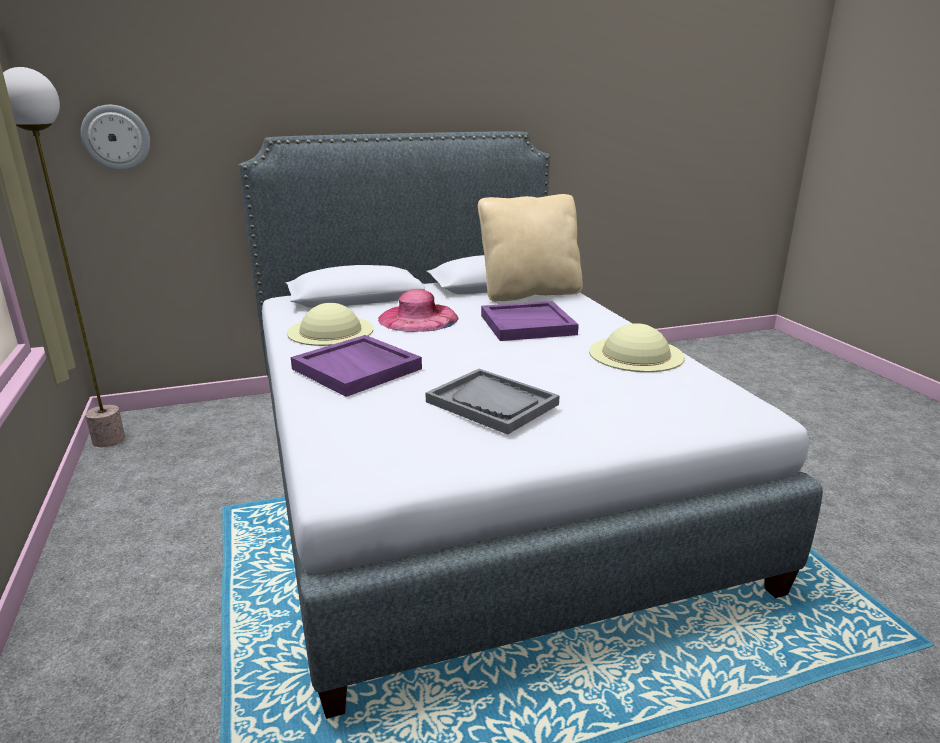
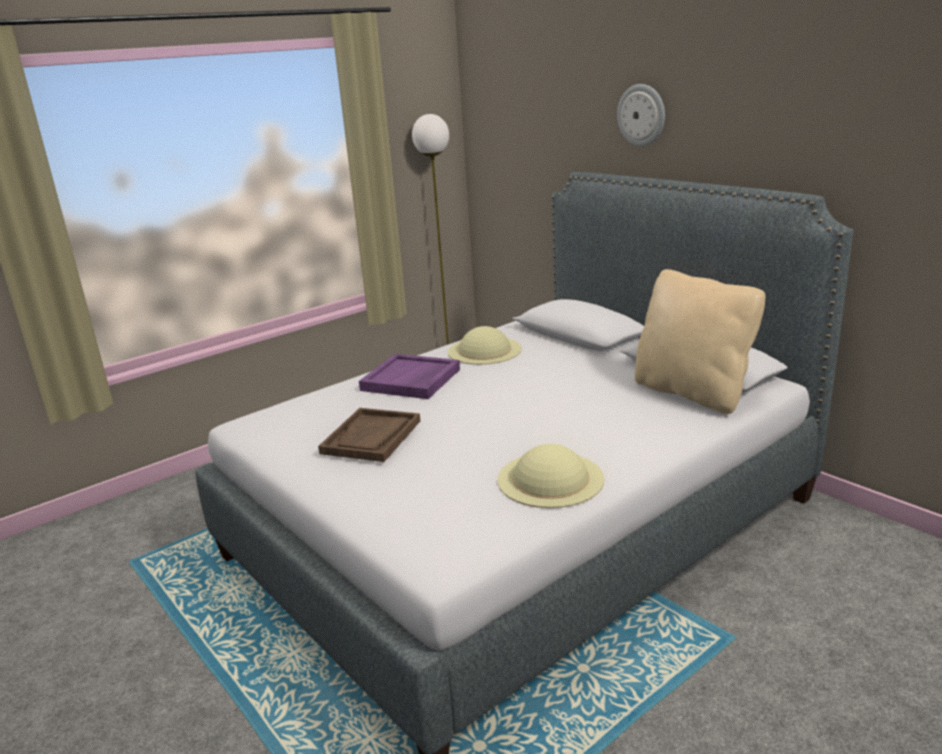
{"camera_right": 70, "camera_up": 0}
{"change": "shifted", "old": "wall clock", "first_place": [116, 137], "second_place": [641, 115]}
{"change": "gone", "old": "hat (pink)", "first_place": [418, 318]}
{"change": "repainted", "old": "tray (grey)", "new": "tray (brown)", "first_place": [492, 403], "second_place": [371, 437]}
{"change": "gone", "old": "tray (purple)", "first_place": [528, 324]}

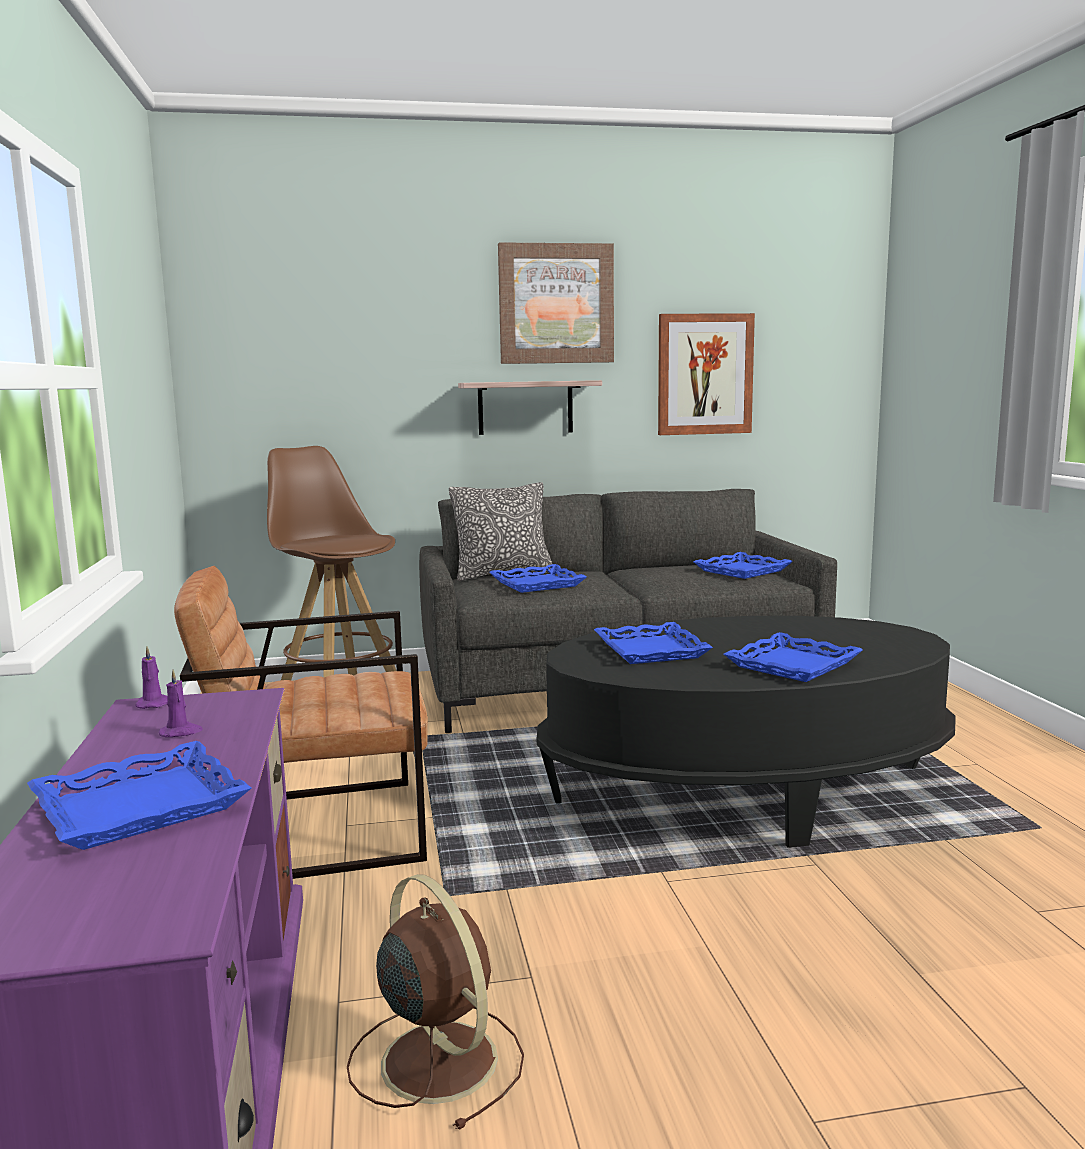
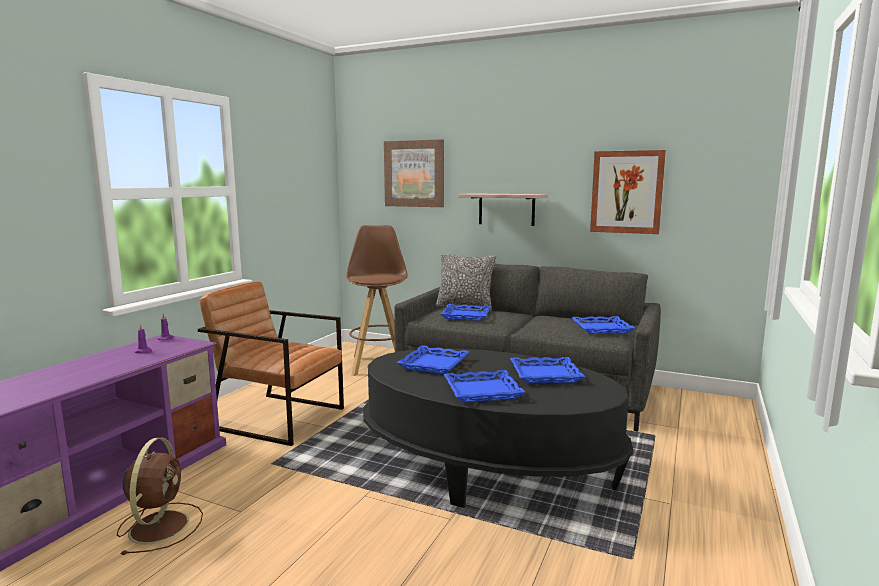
{"camera_right": 35, "camera_up": 0}
{"change": "shifted", "old": "tray (blue)", "first_place": [140, 807], "second_place": [545, 375]}
{"change": "shifted", "old": "picture", "first_place": [556, 304], "second_place": [414, 173]}

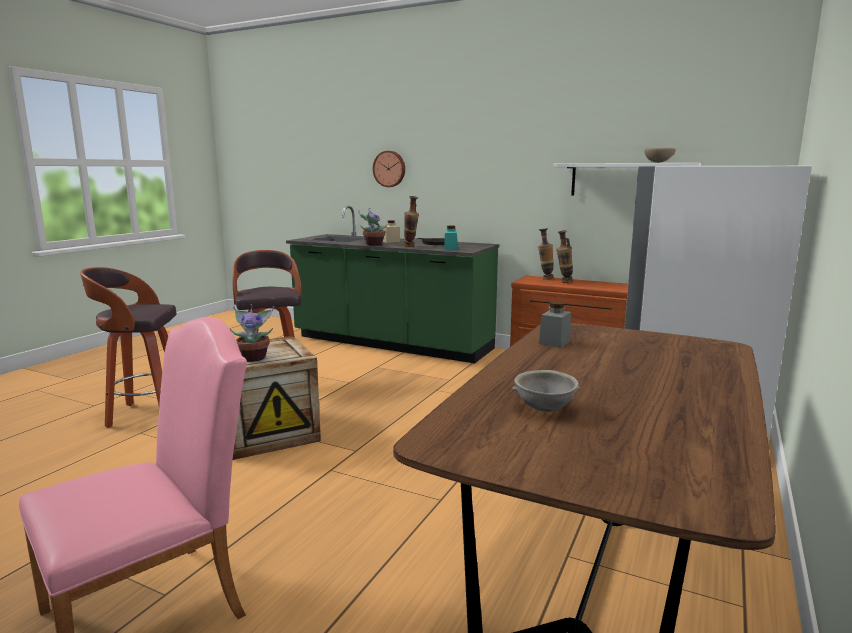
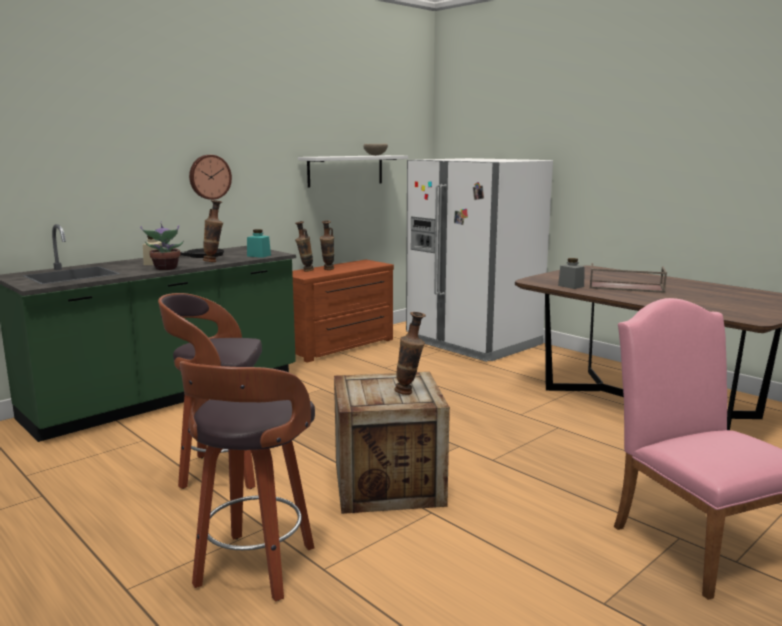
{"camera_right": -70, "camera_up": 0}
{"change": "swapped", "old": "potted plant", "new": "vase", "first_place": [254, 358], "second_place": [409, 393]}
{"change": "shifted", "old": "wall clock", "first_place": [389, 169], "second_place": [209, 177]}
{"change": "gone", "old": "bowl (grey)", "first_place": [545, 409]}
{"change": "new", "new": "tray (brown)", "second_place": [625, 287]}

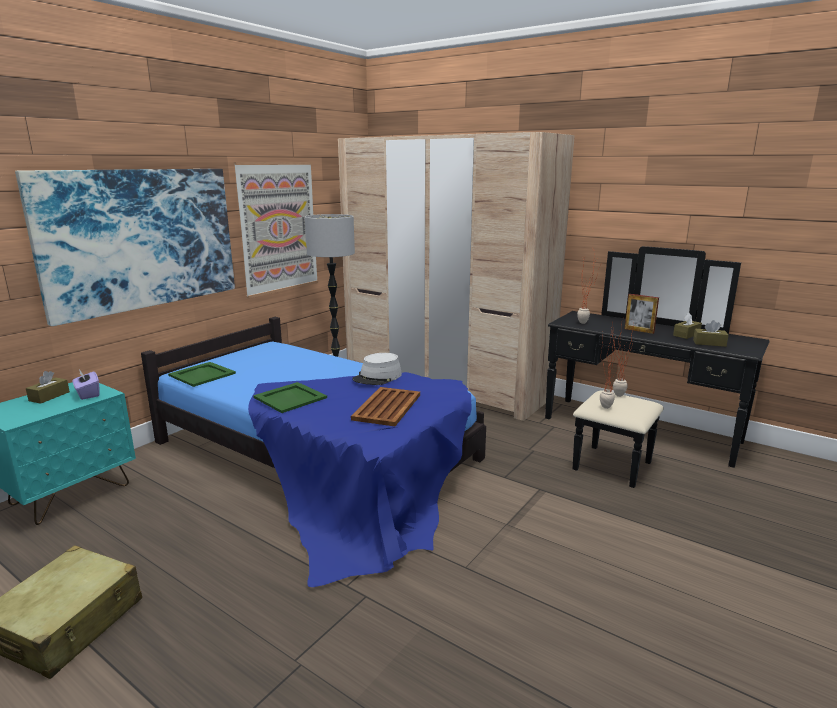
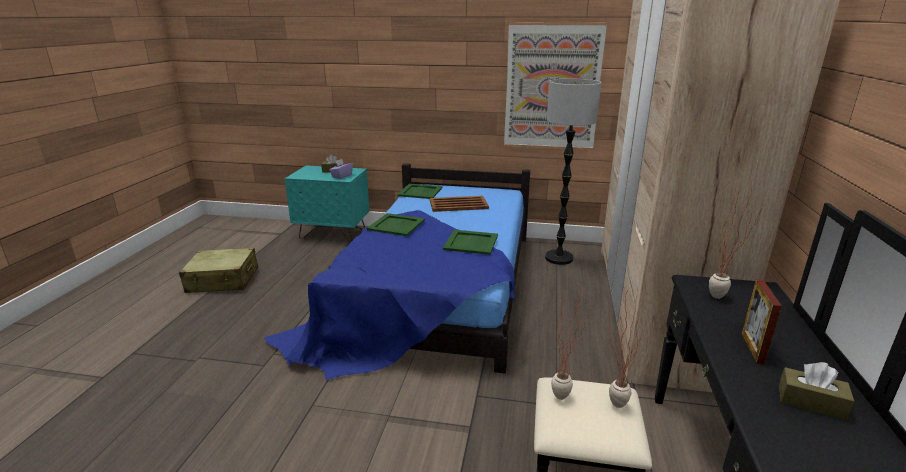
{"camera_right": 65, "camera_up": 5}
{"change": "gone", "old": "picture", "first_place": [141, 239]}
{"change": "shifted", "old": "tray (brown)", "first_place": [387, 407], "second_place": [459, 205]}
{"change": "swapped", "old": "hat (grey)", "new": "tray (green)", "first_place": [377, 377], "second_place": [471, 242]}
{"change": "gone", "old": "tissue box (brown)", "first_place": [709, 343]}

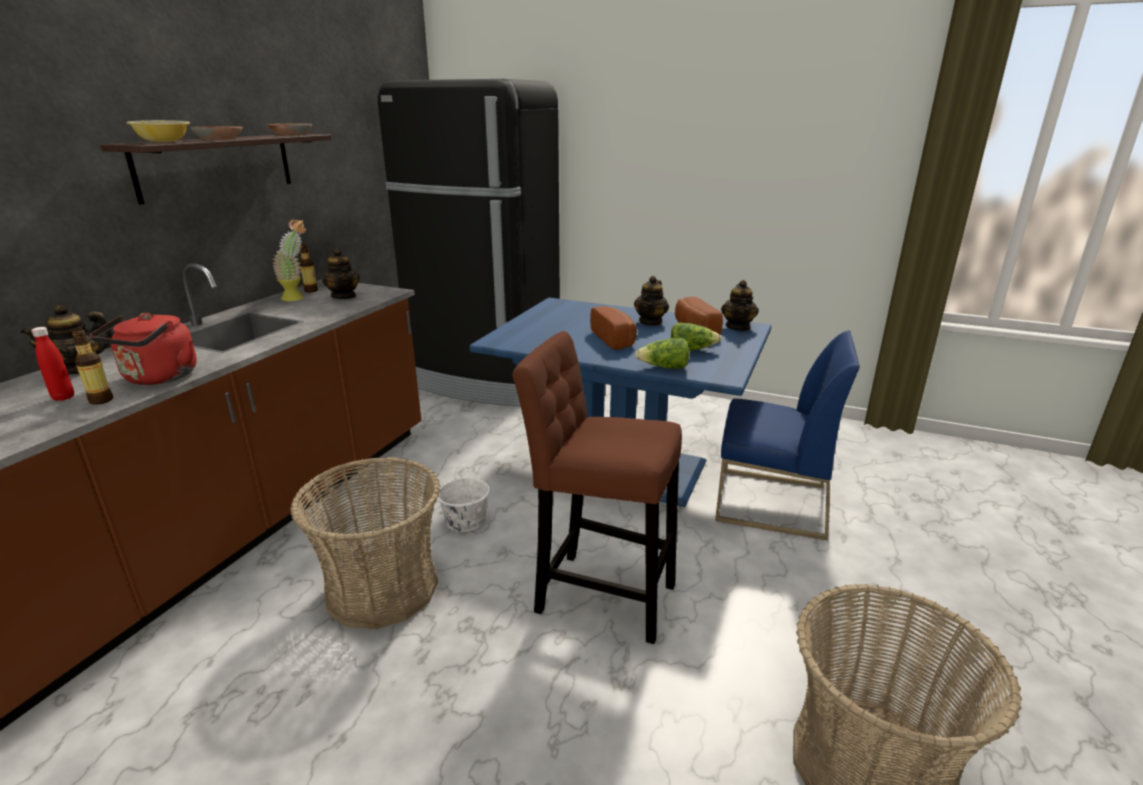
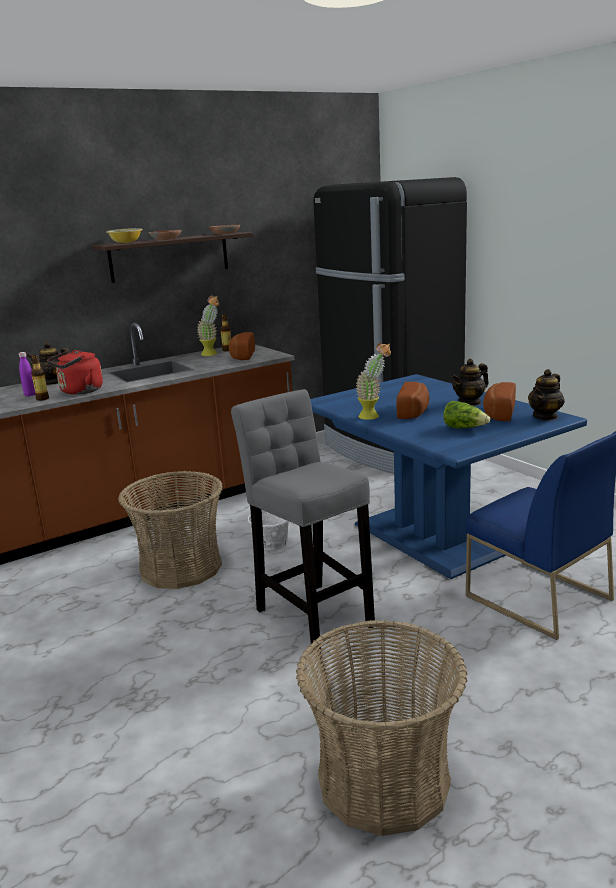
{"camera_right": 35, "camera_up": -5}
{"change": "repainted", "old": "bottle (red)", "new": "bottle (purple)", "first_place": [63, 397], "second_place": [30, 395]}
{"change": "swapped", "old": "teapot", "new": "bread", "first_place": [344, 296], "second_place": [241, 356]}
{"change": "repainted", "old": "stool (brown)", "new": "stool (grey)", "first_place": [598, 594], "second_place": [311, 614]}
{"change": "gone", "old": "lettuce", "first_place": [664, 368]}
{"change": "new", "new": "potted plant", "second_place": [374, 416]}

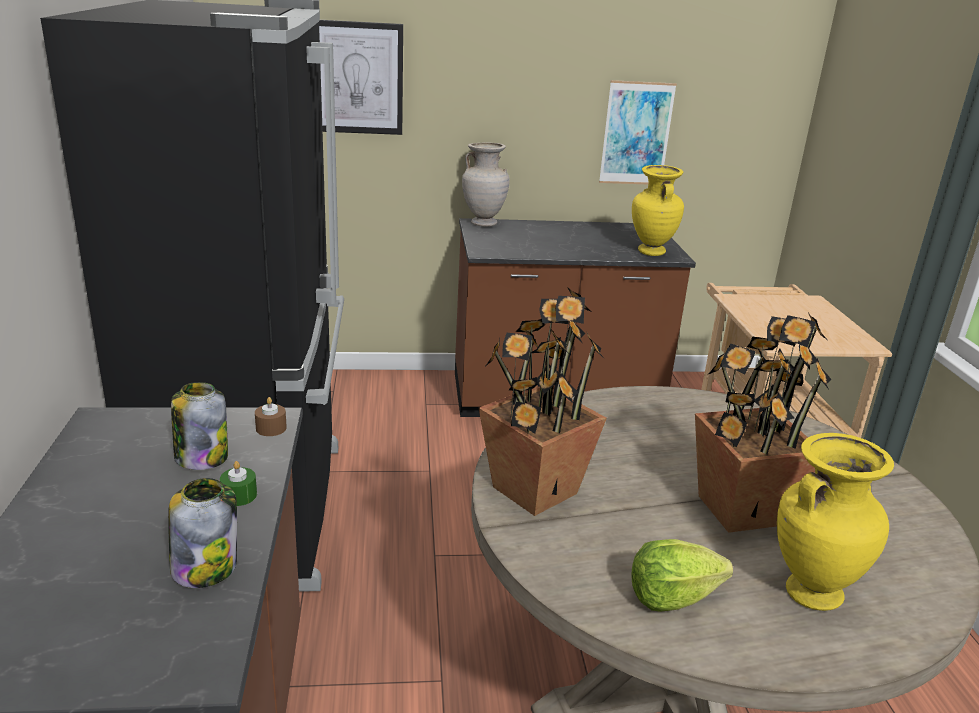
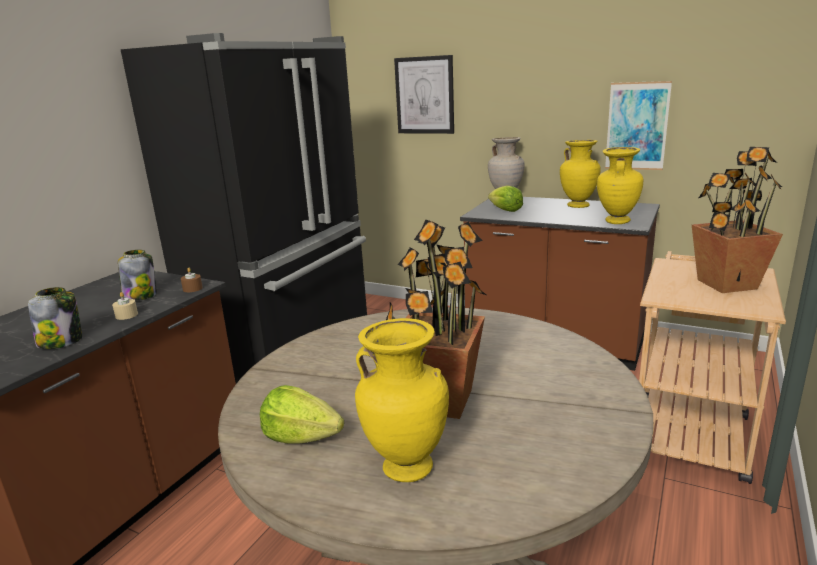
{"camera_right": 35, "camera_up": -5}
{"change": "repainted", "old": "candle (green)", "new": "candle (beige)", "first_place": [239, 495], "second_place": [126, 315]}
{"change": "shifted", "old": "potted plant", "first_place": [533, 490], "second_place": [725, 284]}
{"change": "new", "new": "lettuce", "second_place": [505, 210]}
{"change": "new", "new": "vase (yellow)", "second_place": [578, 206]}

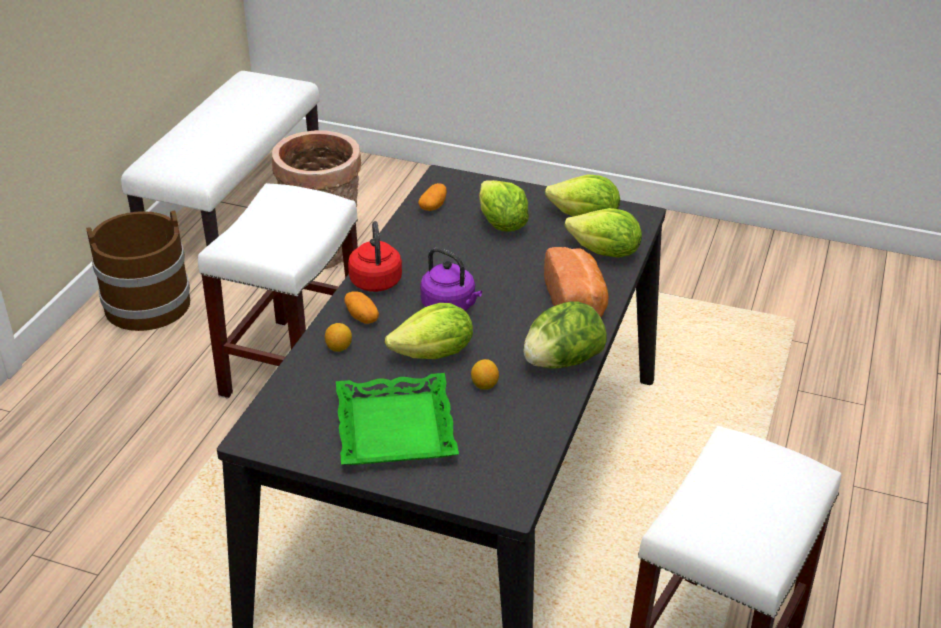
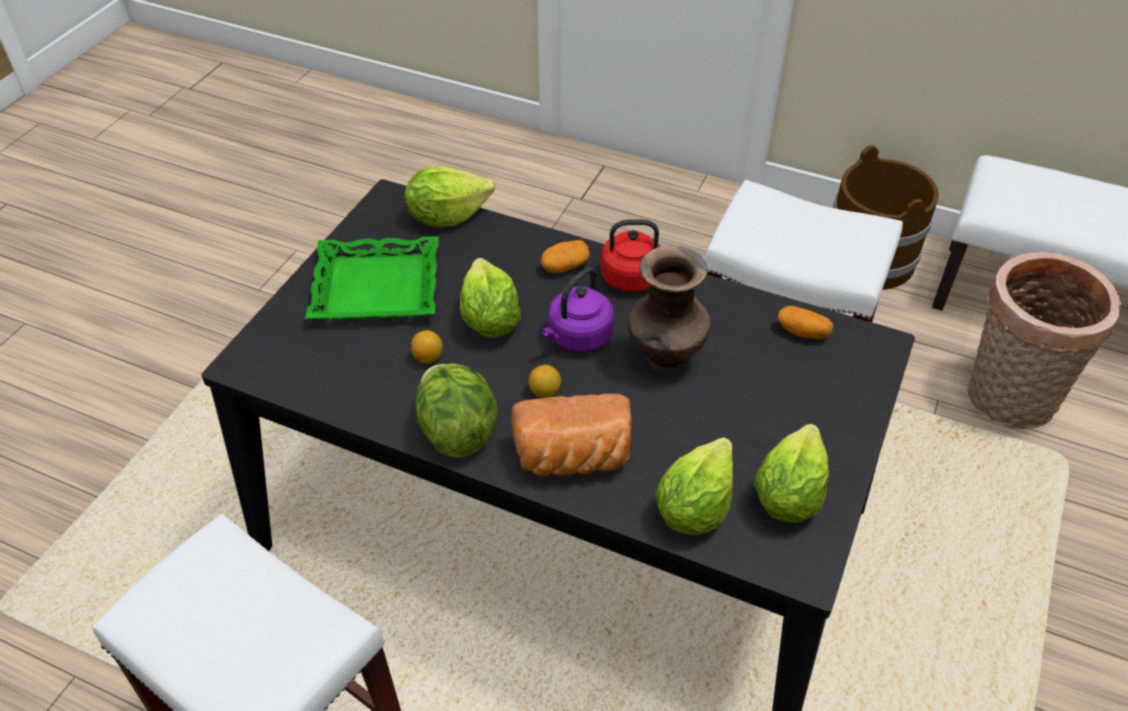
{"camera_right": 95, "camera_up": 10}
{"change": "shifted", "old": "lemon", "first_place": [339, 348], "second_place": [545, 392]}
{"change": "shifted", "old": "lettuce", "first_place": [501, 224], "second_place": [446, 216]}
{"change": "new", "new": "vase (brown)", "second_place": [665, 359]}

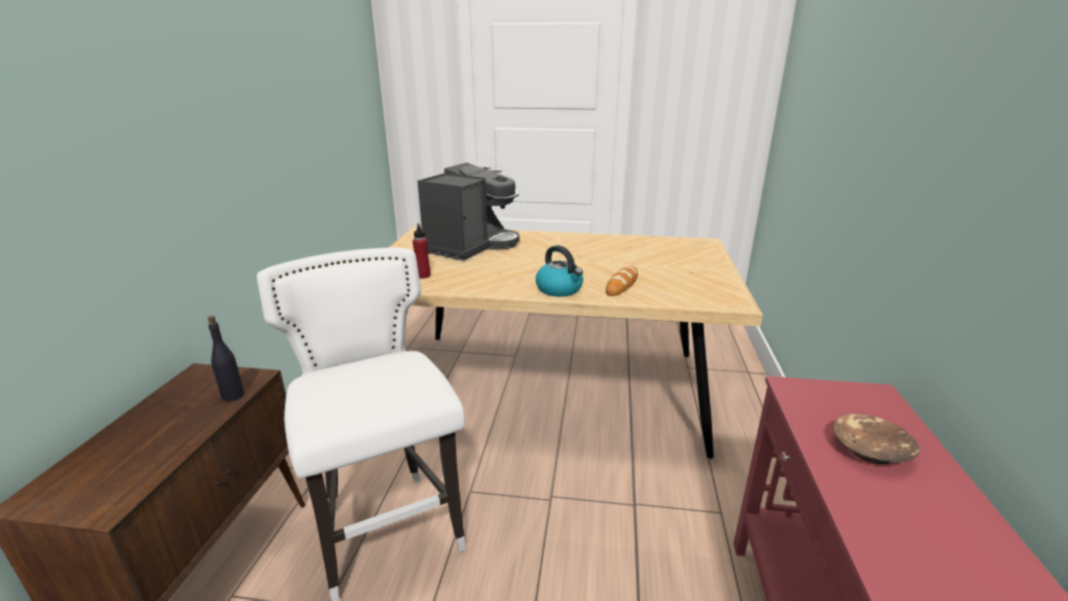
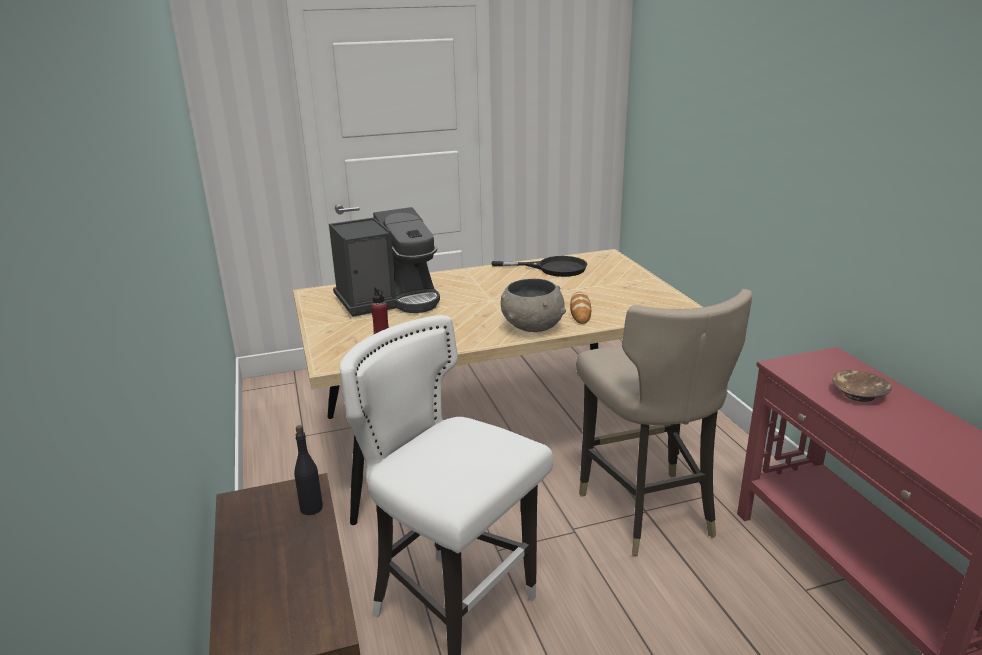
{"camera_right": -25, "camera_up": 0}
{"change": "rotated", "old": "coffee machine", "first_place": [471, 245], "second_place": [390, 300], "degrees": 60}
{"change": "swapped", "old": "kettle", "new": "bowl (grey)", "first_place": [560, 289], "second_place": [532, 327]}
{"change": "new", "new": "frying pan (black)", "second_place": [552, 268]}
{"change": "new", "new": "stool (beige)", "second_place": [647, 511]}

